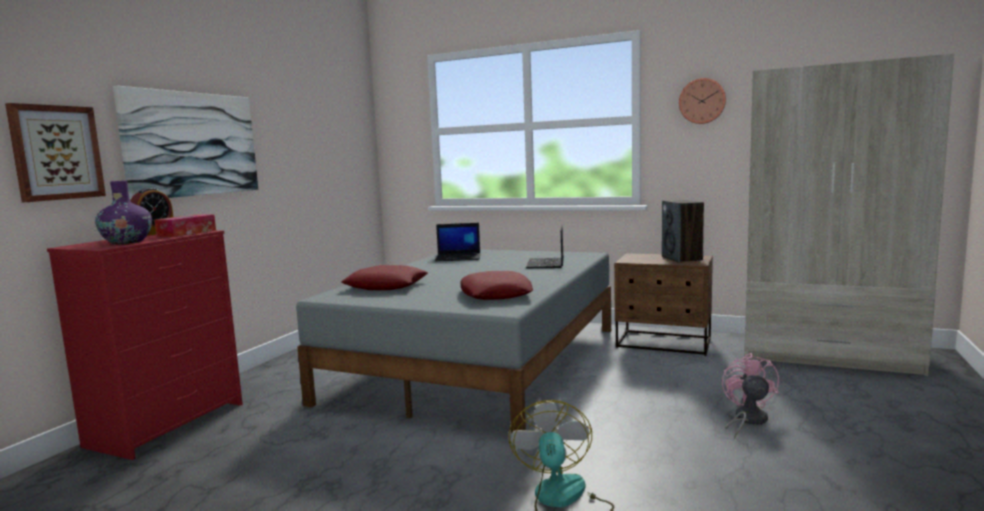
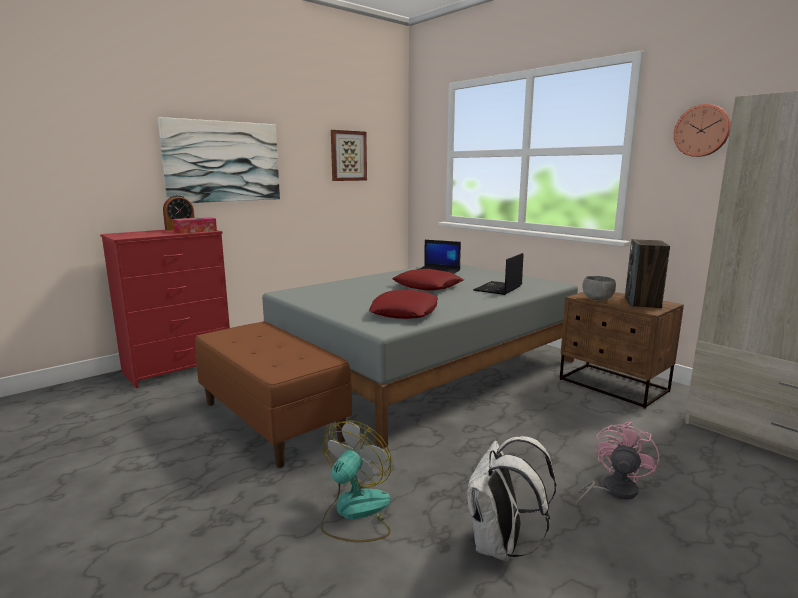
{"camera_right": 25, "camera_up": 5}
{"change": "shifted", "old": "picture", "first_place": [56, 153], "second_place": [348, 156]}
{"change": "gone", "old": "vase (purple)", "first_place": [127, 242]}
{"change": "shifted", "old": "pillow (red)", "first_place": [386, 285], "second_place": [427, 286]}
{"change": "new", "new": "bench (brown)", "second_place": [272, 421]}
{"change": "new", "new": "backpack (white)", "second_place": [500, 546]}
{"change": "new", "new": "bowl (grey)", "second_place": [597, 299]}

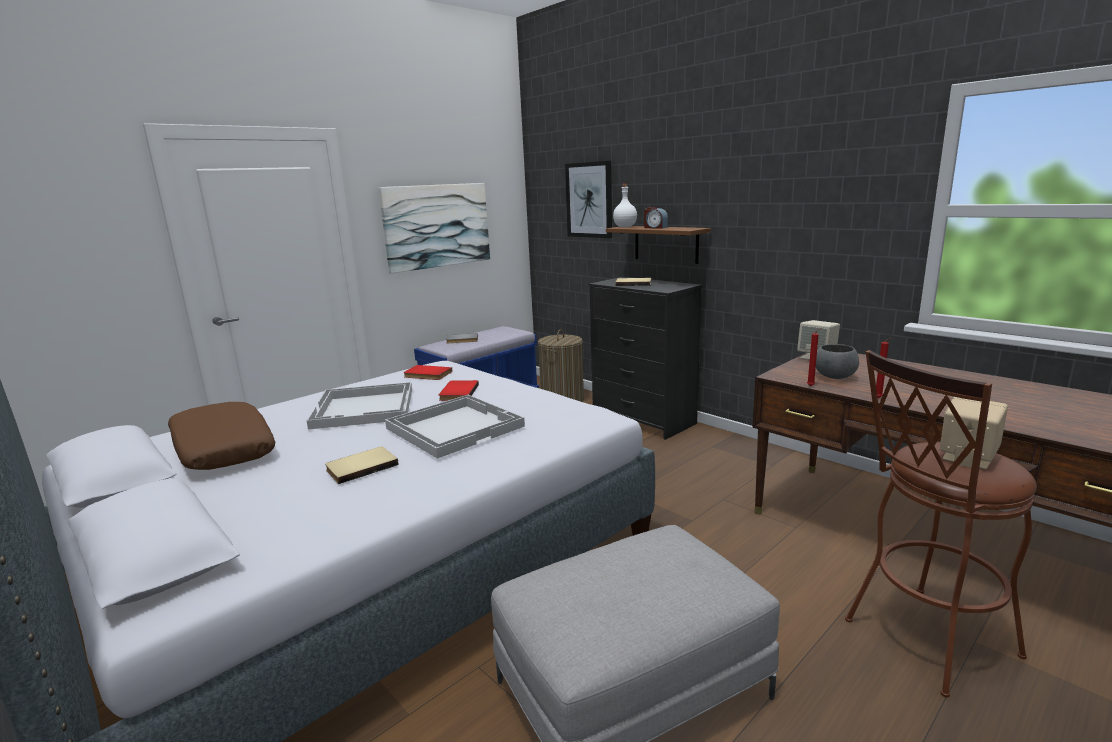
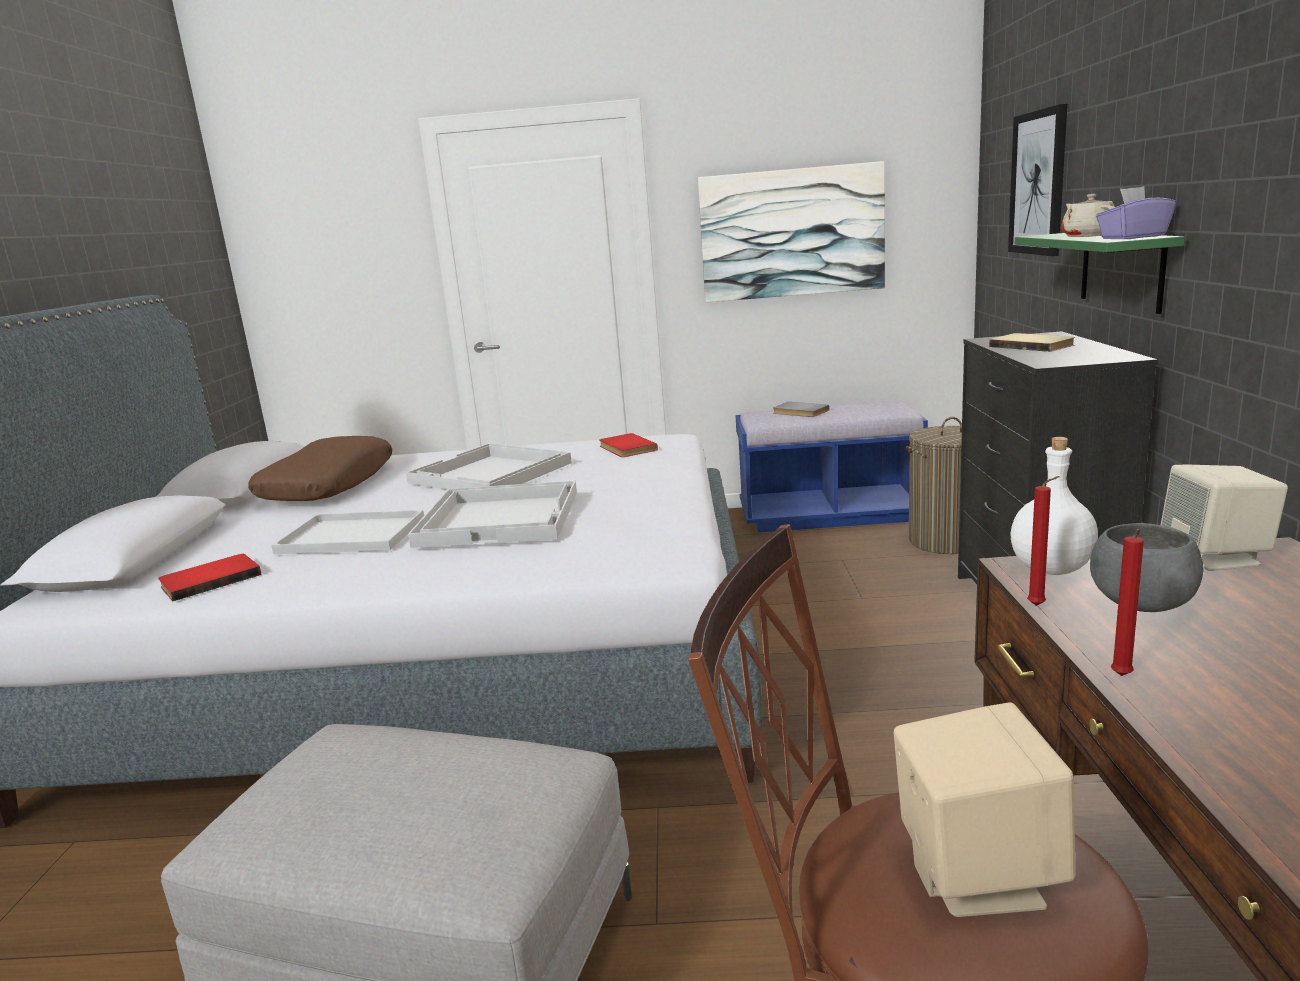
{"camera_right": 45, "camera_up": 0}
{"change": "swapped", "old": "book (beige)", "new": "tray (white)", "first_place": [361, 466], "second_place": [355, 535]}
{"change": "shifted", "old": "book (red)", "first_place": [457, 392], "second_place": [210, 580]}
{"change": "repainted", "old": "shelf (brown)", "new": "shelf (green)", "first_place": [666, 244], "second_place": [1121, 270]}
{"change": "shifted", "old": "bottle (white)", "first_place": [625, 227], "second_place": [1052, 569]}
{"change": "swapped", "old": "alarm clock", "new": "teapot (beige)", "first_place": [655, 227], "second_place": [1087, 236]}
{"change": "new", "new": "tissue box (purple)", "second_place": [1132, 237]}

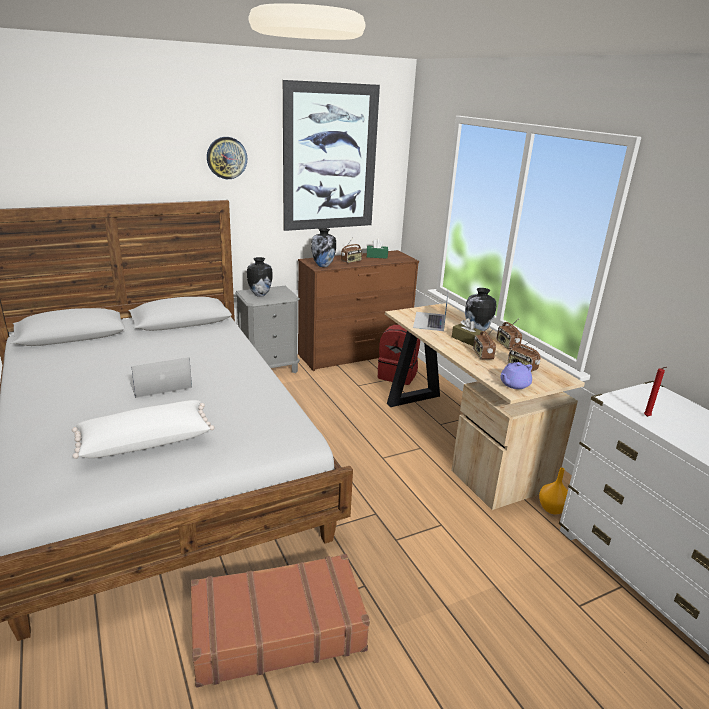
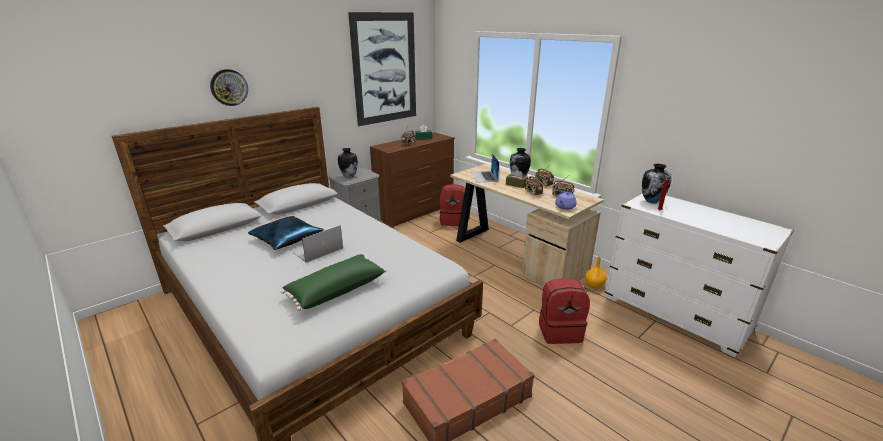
{"camera_right": -15, "camera_up": 0}
{"change": "repainted", "old": "pillow (white)", "new": "pillow (green)", "first_place": [145, 441], "second_place": [336, 290]}
{"change": "shifted", "old": "wall clock", "first_place": [226, 158], "second_place": [229, 87]}
{"change": "shifted", "old": "vase", "first_place": [323, 265], "second_place": [652, 201]}
{"change": "new", "new": "pillow (blue)", "second_place": [287, 239]}
{"change": "new", "new": "backpack (red)", "second_place": [560, 331]}

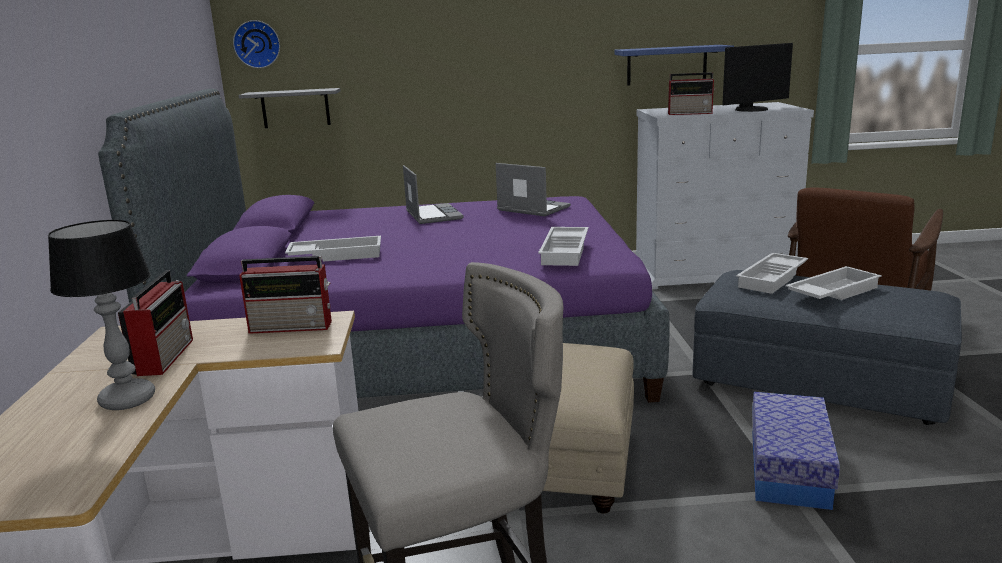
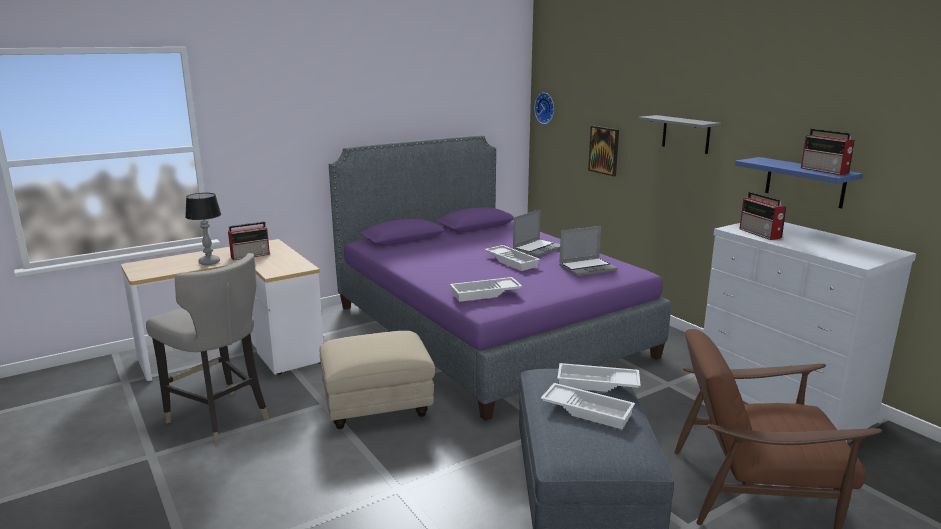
{"camera_right": 60, "camera_up": 0}
{"change": "shifted", "old": "shelf (grey)", "first_place": [295, 108], "second_place": [686, 134]}
{"change": "shifted", "old": "radio", "first_place": [293, 326], "second_place": [825, 171]}
{"change": "shifted", "old": "tray (white)", "first_place": [337, 255], "second_place": [512, 261]}
{"change": "rotated", "old": "laptop", "first_place": [532, 209], "second_place": [588, 268], "degrees": 60}
{"change": "gone", "old": "monitor", "first_place": [752, 110]}
{"change": "gone", "old": "storage box", "first_place": [788, 468]}
{"change": "new", "new": "picture", "second_place": [604, 150]}

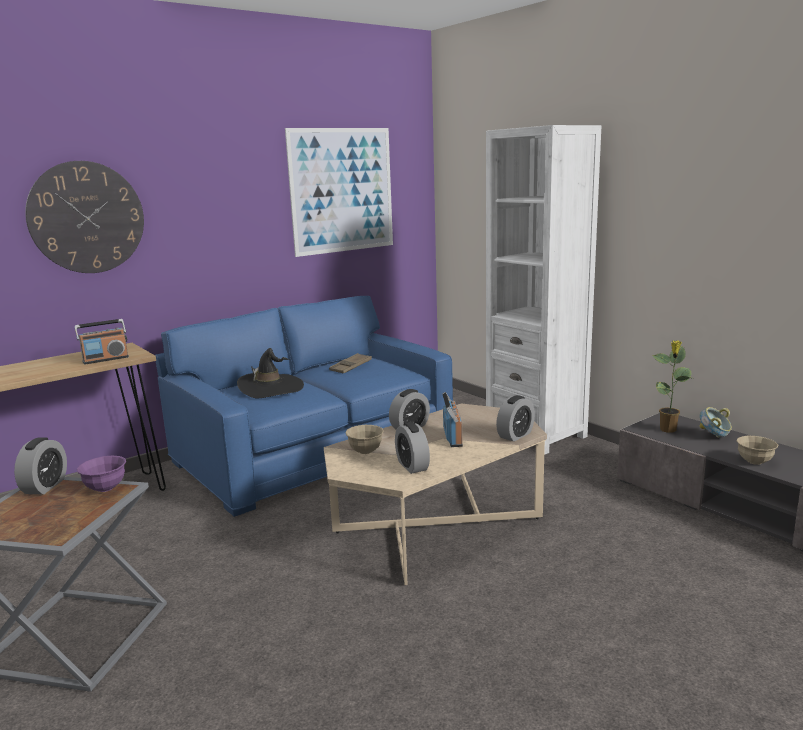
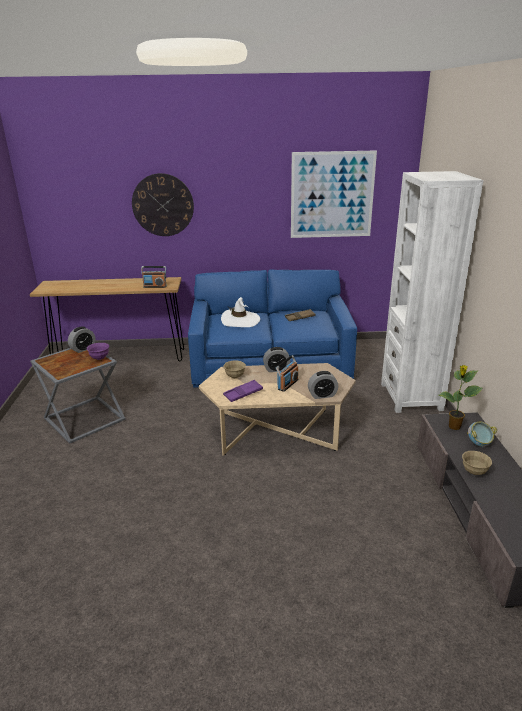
{"camera_right": 35, "camera_up": 10}
{"change": "repainted", "old": "hat (black)", "new": "hat (white)", "first_place": [271, 388], "second_place": [240, 320]}
{"change": "swapped", "old": "alarm clock", "new": "tray (purple)", "first_place": [412, 466], "second_place": [243, 393]}

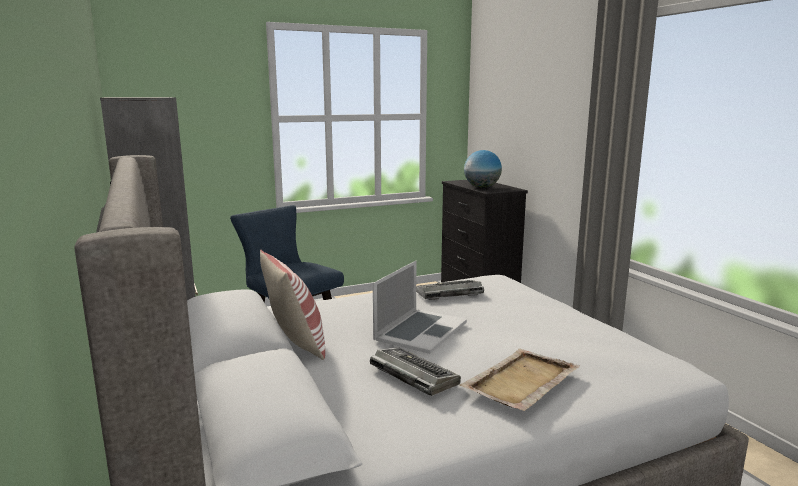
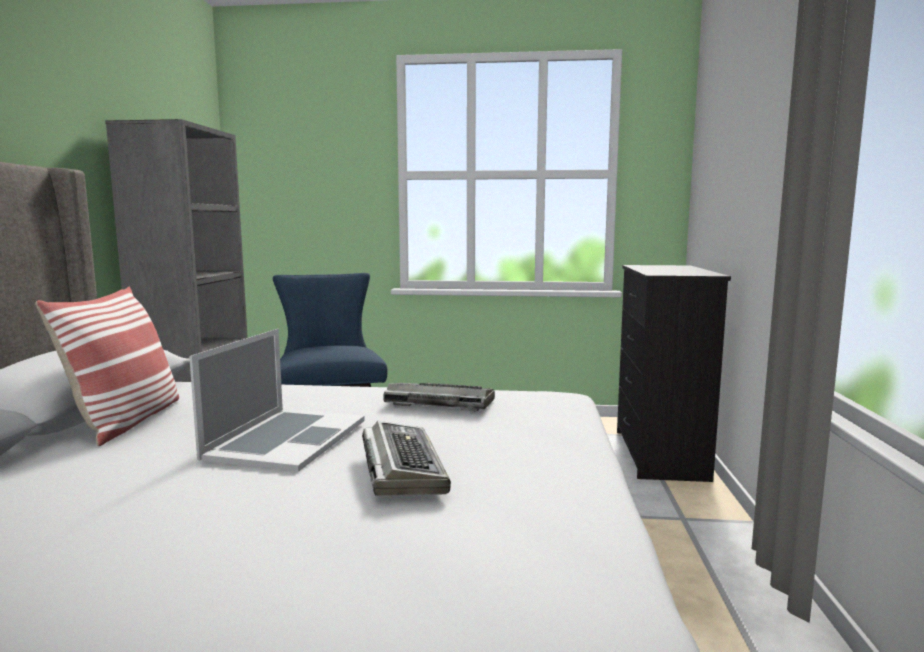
{"camera_right": 30, "camera_up": -5}
{"change": "shifted", "old": "keyboard", "first_place": [412, 376], "second_place": [401, 468]}
{"change": "rotated", "old": "laptop", "first_place": [420, 330], "second_place": [286, 438], "degrees": -45}
{"change": "gone", "old": "tray (beige)", "first_place": [520, 382]}
{"change": "gone", "old": "globe", "first_place": [482, 187]}

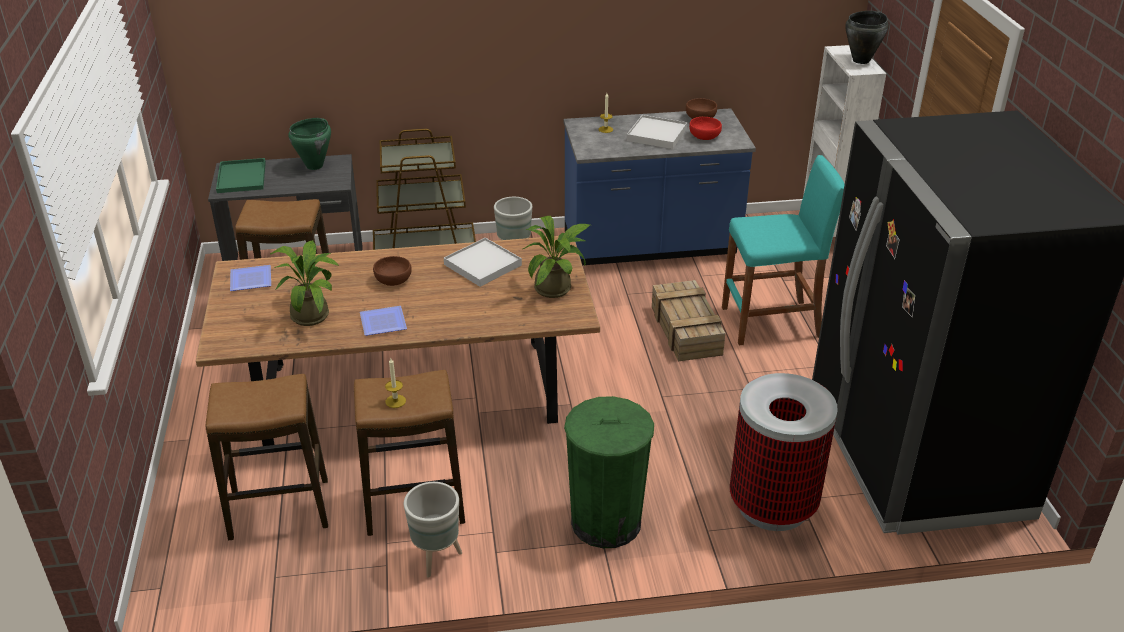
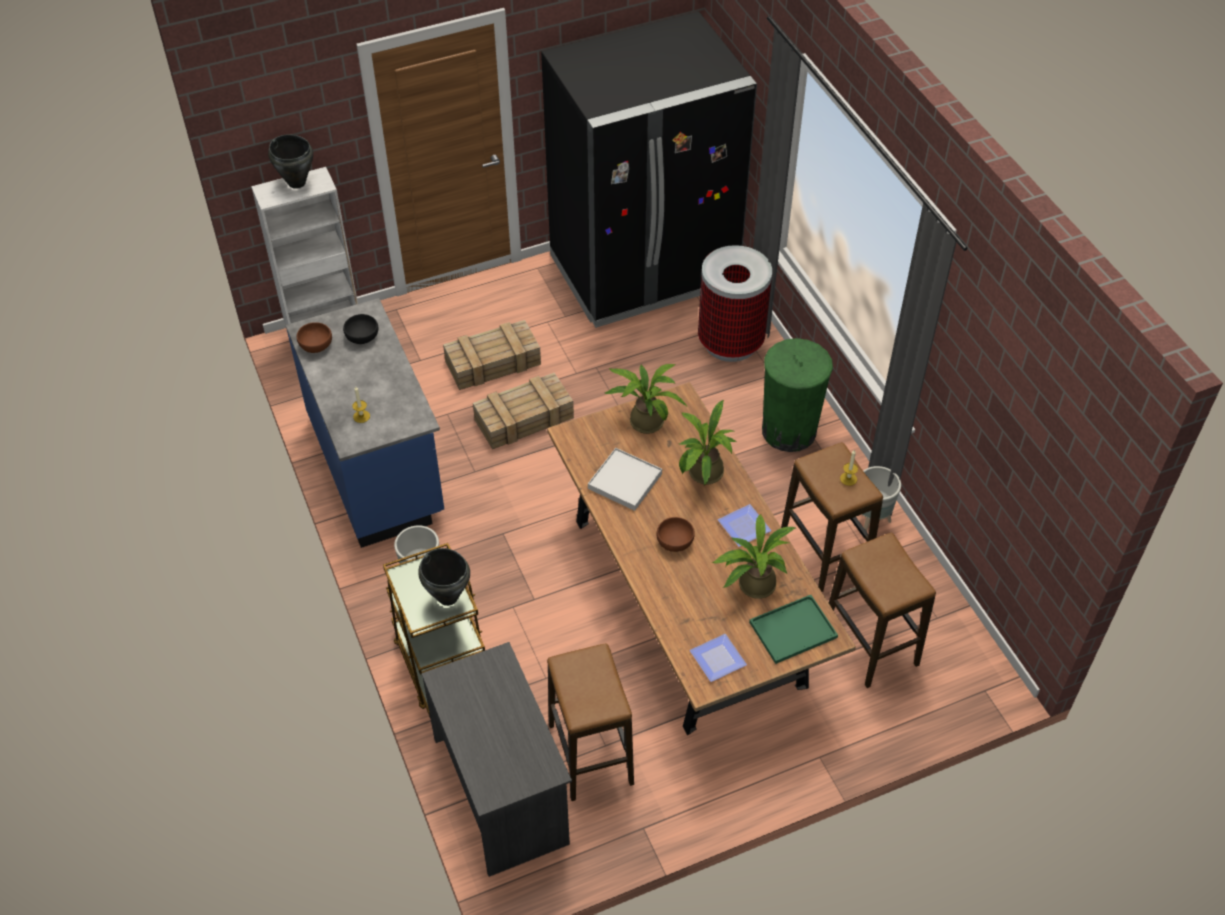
{"camera_right": -105, "camera_up": 15}
{"change": "shifted", "old": "tray (green)", "first_place": [241, 176], "second_place": [792, 631]}
{"change": "gone", "old": "cooking pot (green)", "first_place": [315, 166]}
{"change": "gone", "old": "tray (white)", "first_place": [656, 135]}
{"change": "repainted", "old": "bowl (red)", "new": "bowl (black)", "first_place": [704, 137], "second_place": [363, 336]}
{"change": "swapped", "old": "stool (turquoise)", "new": "crate", "first_place": [772, 322], "second_place": [494, 362]}
{"change": "new", "new": "cooking pot (black)", "second_place": [448, 597]}
{"change": "new", "new": "potted plant", "second_place": [702, 475]}

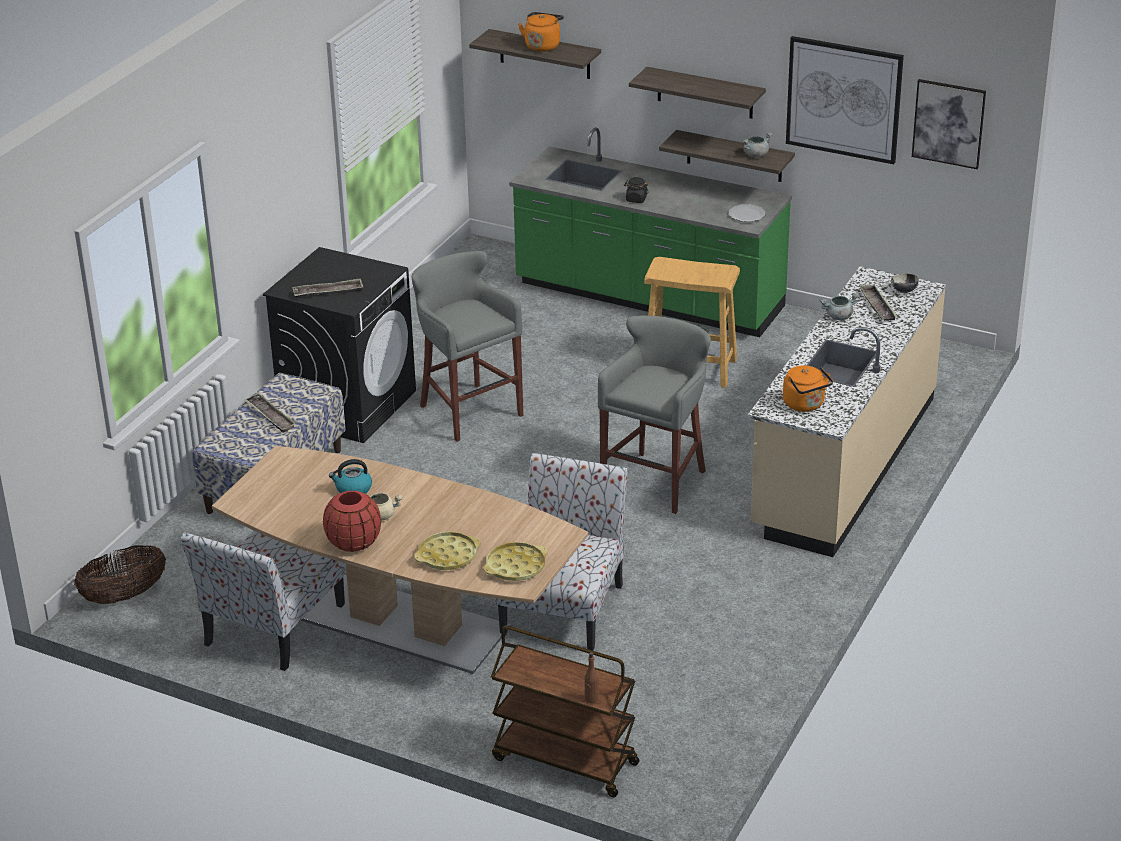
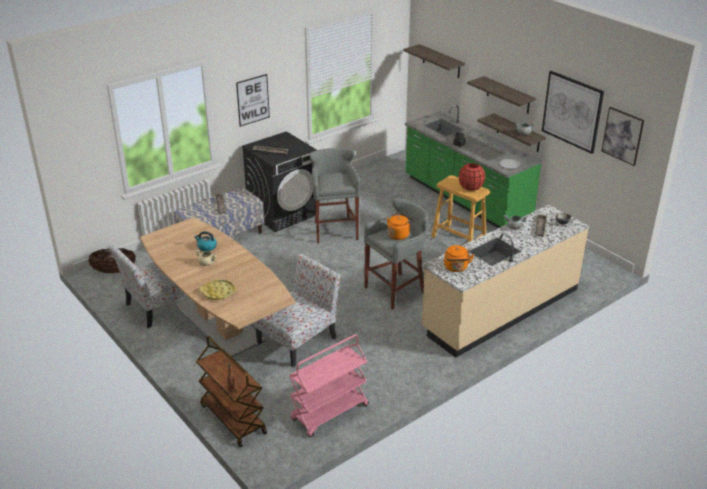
{"camera_right": 25, "camera_up": 0}
{"change": "shifted", "old": "vase (red)", "first_place": [354, 543], "second_place": [471, 187]}
{"change": "gone", "old": "tray (yellow)", "first_place": [515, 566]}
{"change": "shifted", "old": "kettle (orange)", "first_place": [543, 45], "second_place": [399, 234]}
{"change": "new", "new": "picture", "second_place": [253, 100]}
{"change": "new", "new": "cart (pink)", "second_place": [329, 413]}

